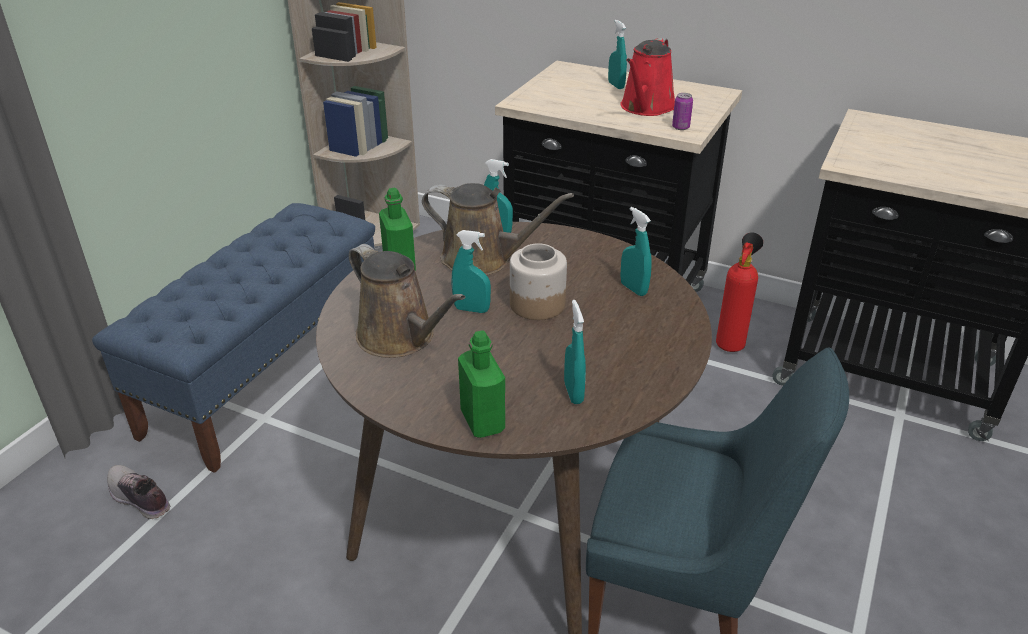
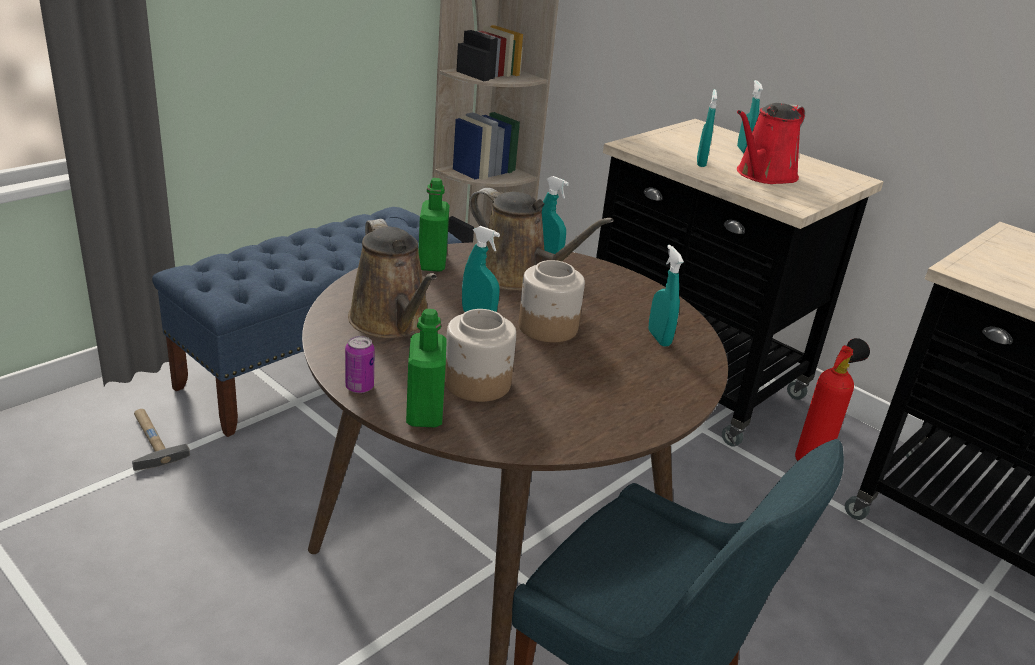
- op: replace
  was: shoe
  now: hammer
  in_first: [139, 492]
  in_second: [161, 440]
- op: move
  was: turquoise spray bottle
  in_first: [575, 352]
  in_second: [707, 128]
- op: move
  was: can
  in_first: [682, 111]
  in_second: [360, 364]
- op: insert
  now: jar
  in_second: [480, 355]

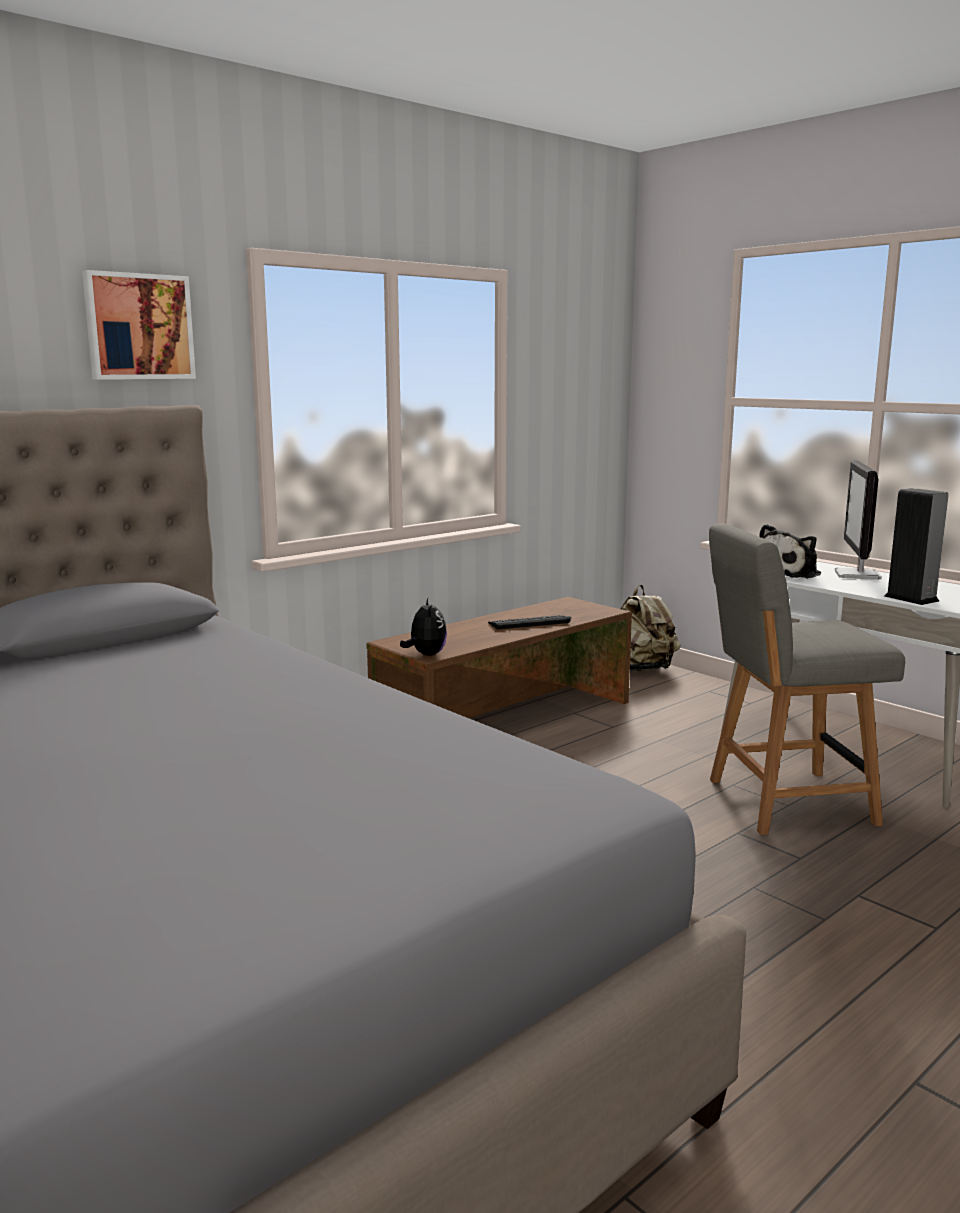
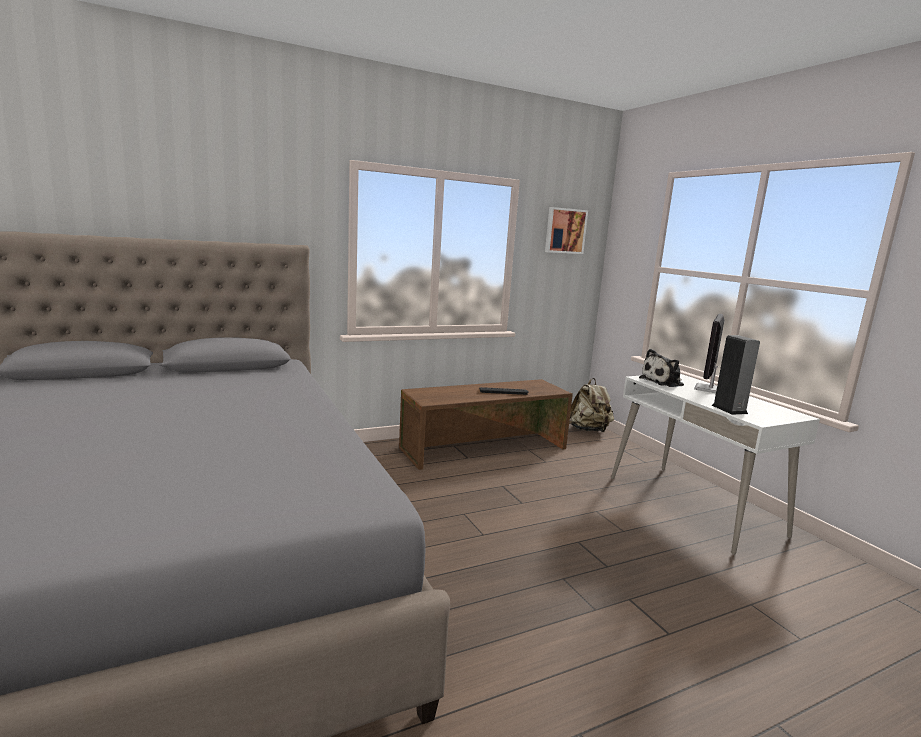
- op: move
  was: picture
  in_first: [139, 325]
  in_second: [566, 230]
- op: delete
  was: plush toy
  in_first: [423, 627]
- op: delete
  was: grey chair
  in_first: [807, 679]

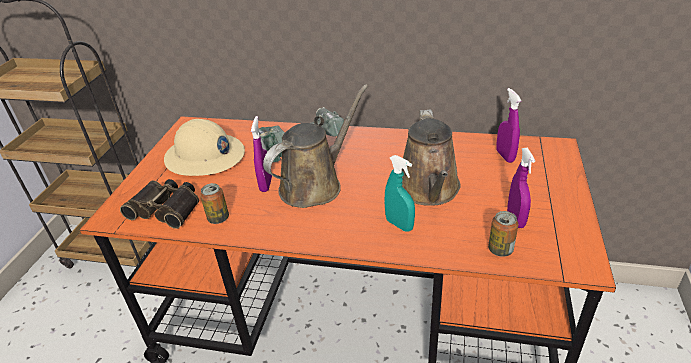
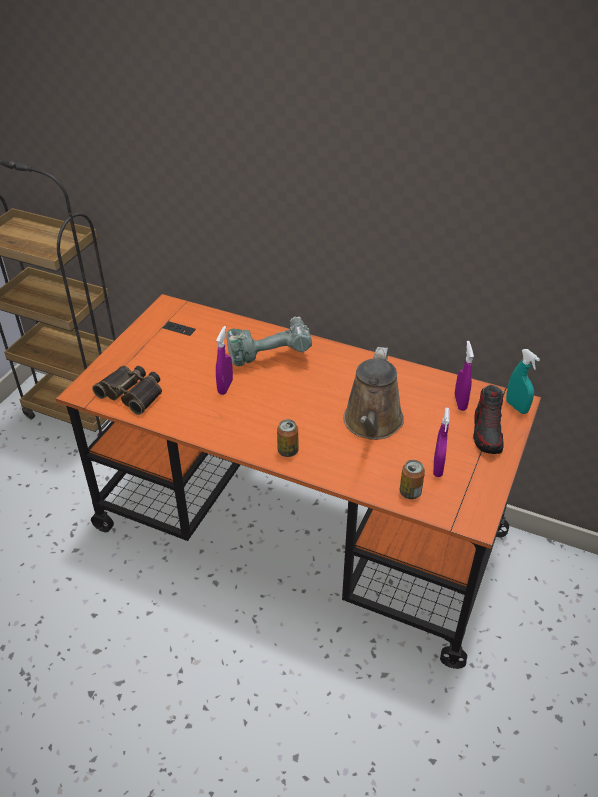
- op: delete
  was: beige hard hat
  in_first: [204, 147]
- op: move
  was: can
  in_first: [214, 203]
  in_second: [287, 438]
- op: delete
  was: brown watering can
  in_first: [315, 146]
- op: move
  was: turquoise spray bottle
  in_first: [399, 193]
  in_second: [523, 381]
- op: insert
  now: shoe
  in_second: [488, 419]

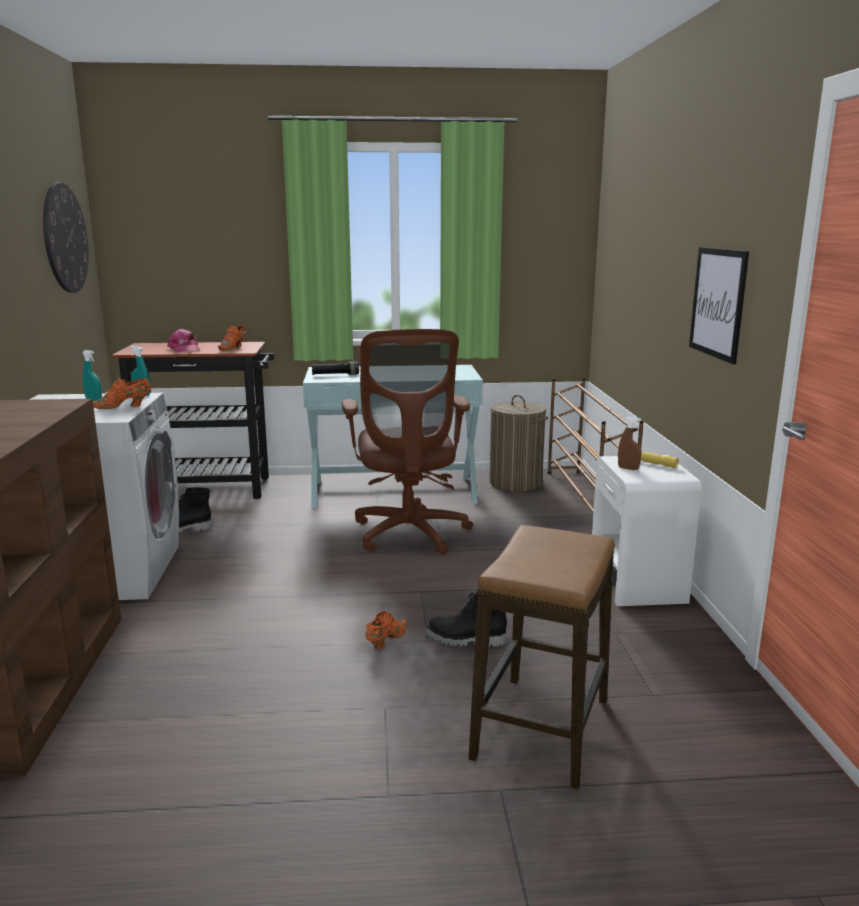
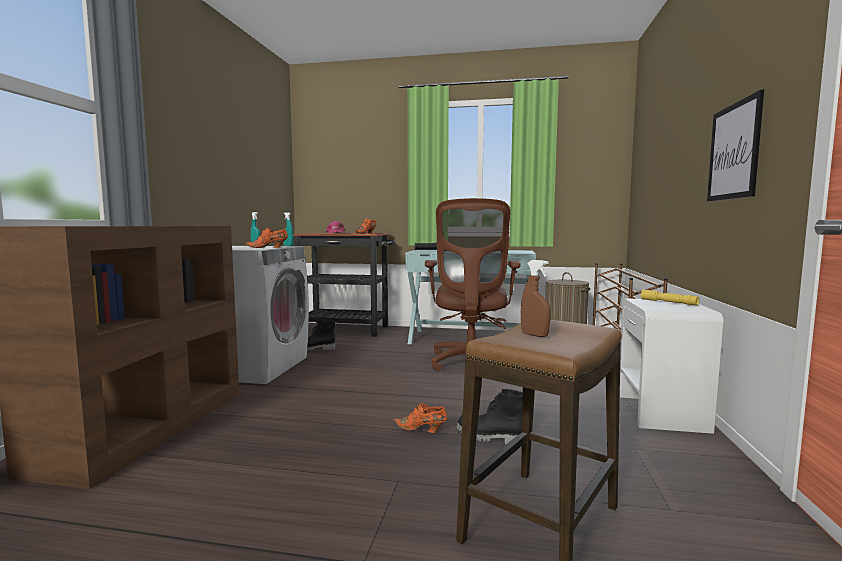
- op: delete
  was: wall clock
  in_first: [66, 237]
- op: rotate
  was: orange shoe
  in_first: [386, 630]
  in_second: [420, 418]
  clockwise: -120
- op: move
  was: brown spray bottle
  in_first: [629, 443]
  in_second: [535, 298]

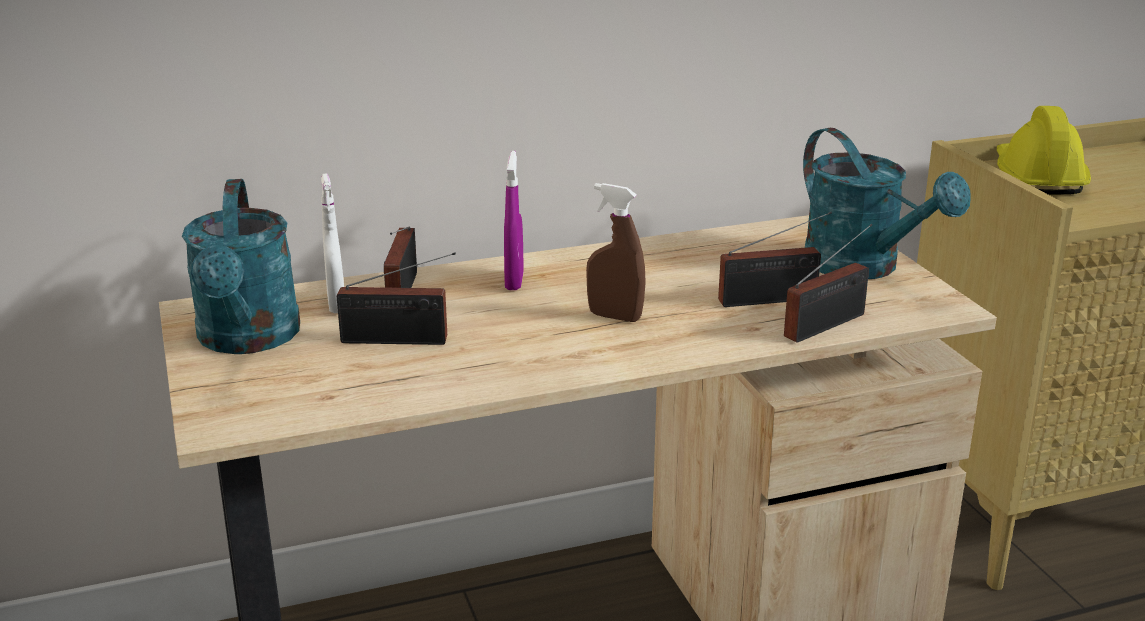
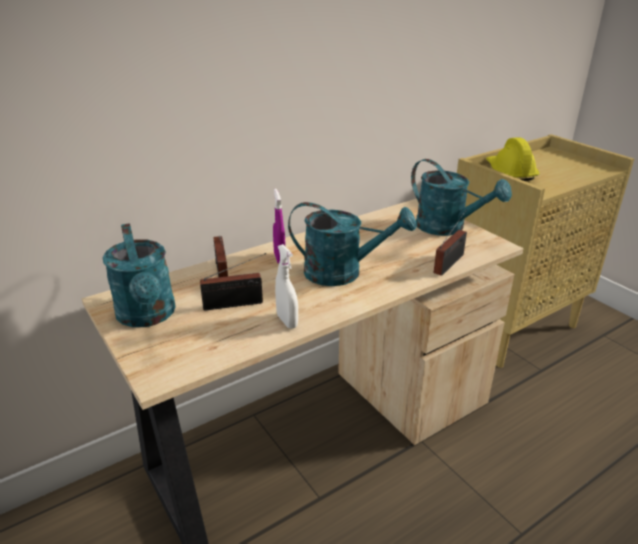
- op: move
  was: white spray bottle
  in_first: [332, 243]
  in_second: [286, 286]
- op: replace
  was: brown spray bottle
  now: turquoise watering can
  in_first: [616, 252]
  in_second: [352, 244]
- op: delete
  was: radio
  in_first: [775, 259]

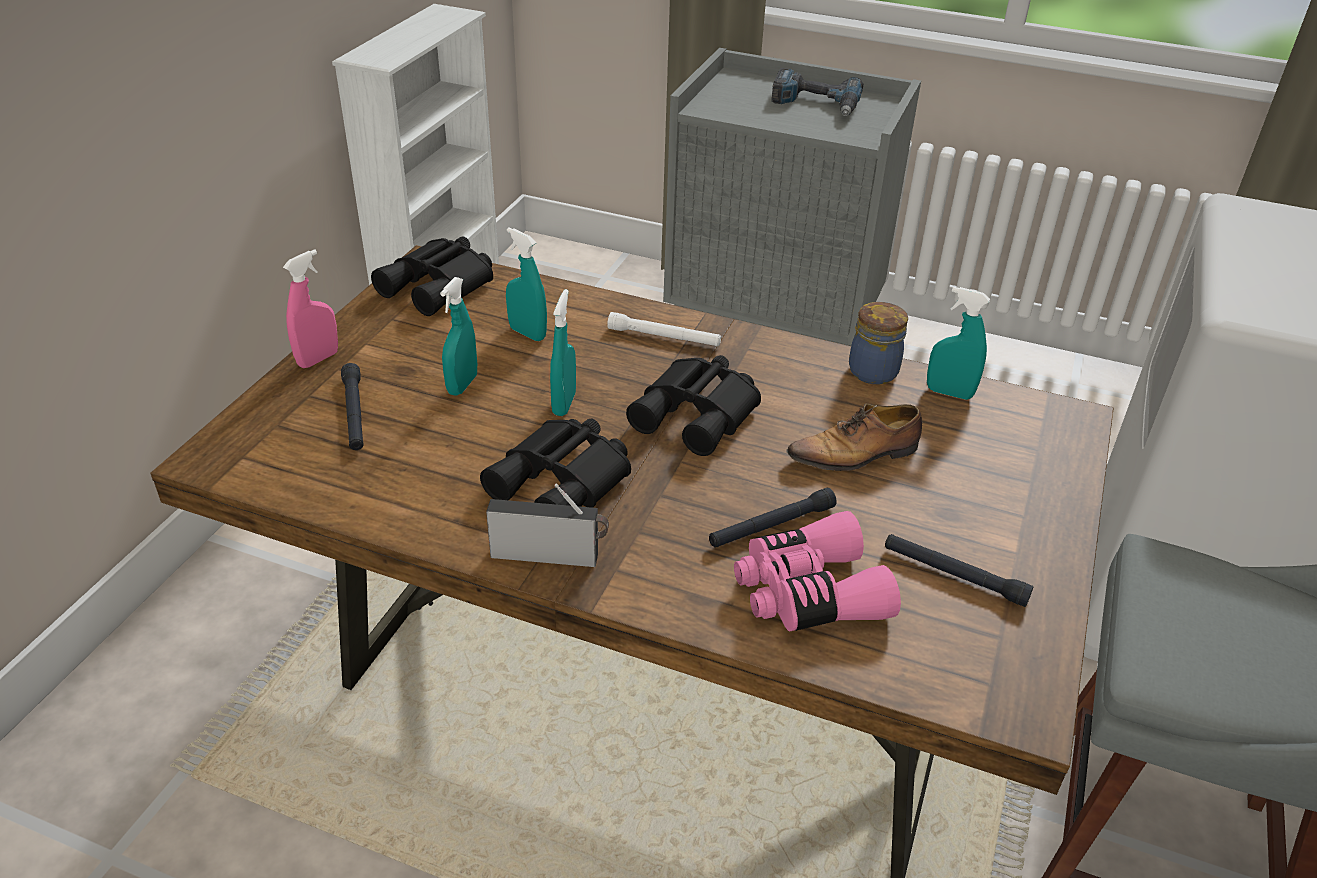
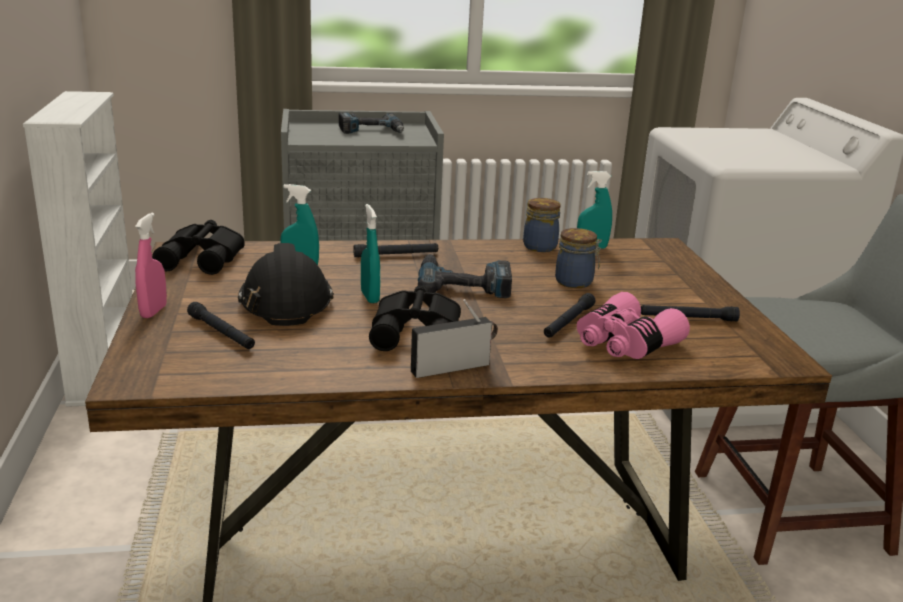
- op: replace
  was: turquoise spray bottle
  now: black hard hat
  in_first: [458, 336]
  in_second: [286, 284]
- op: recolor
  was: white flashlight
  now: black flashlight
  in_first: [664, 329]
  in_second: [395, 250]
- op: replace
  was: black binoculars
  now: power drill
  in_first: [693, 405]
  in_second: [465, 276]
- op: replace
  was: shoe
  now: jar
  in_first: [854, 437]
  in_second: [578, 258]

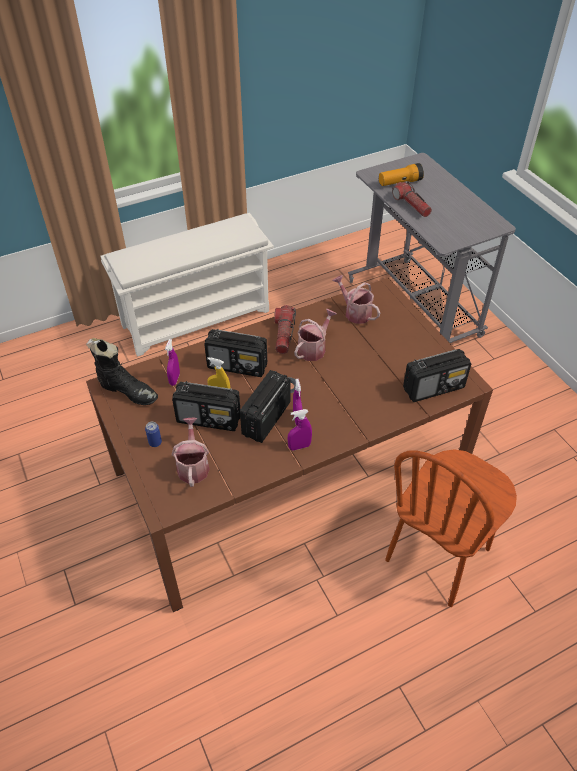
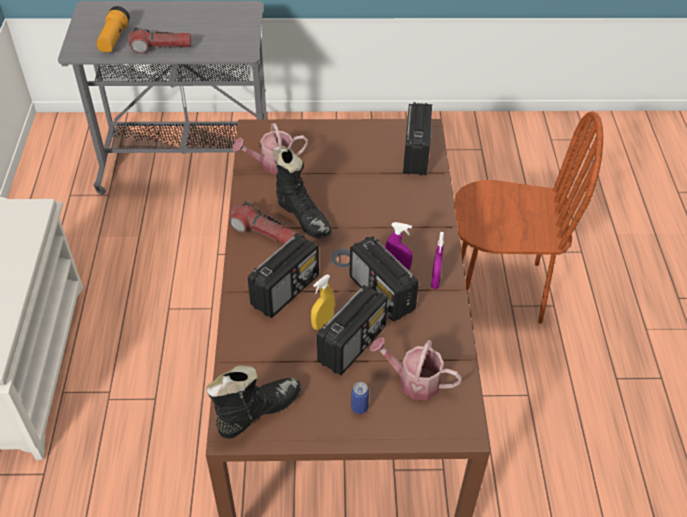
- op: delete
  was: purple spray bottle
  in_first: [172, 362]
- op: replace
  was: watering can
  now: black boot
  in_first: [315, 335]
  in_second: [302, 191]
- op: rotate
  was: brown chair
  in_first: [451, 528]
  in_second: [528, 217]
  clockwise: -60

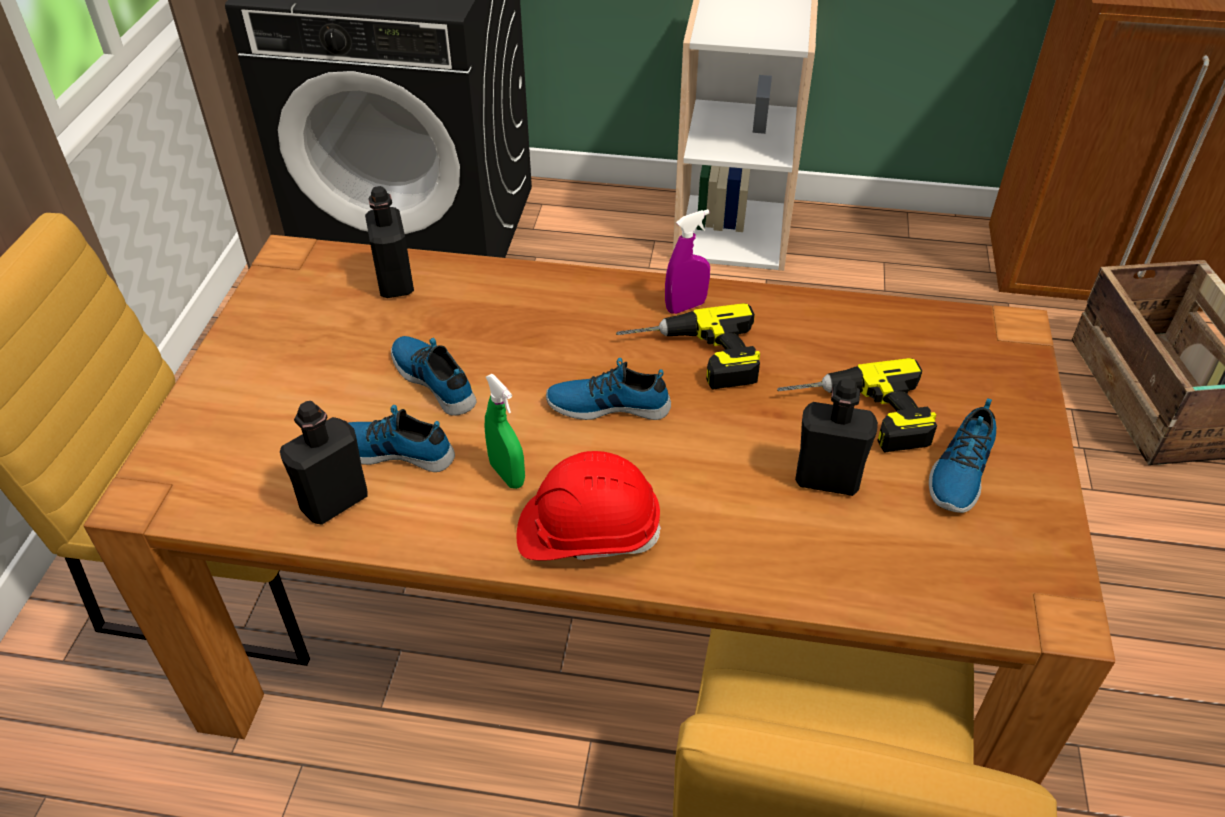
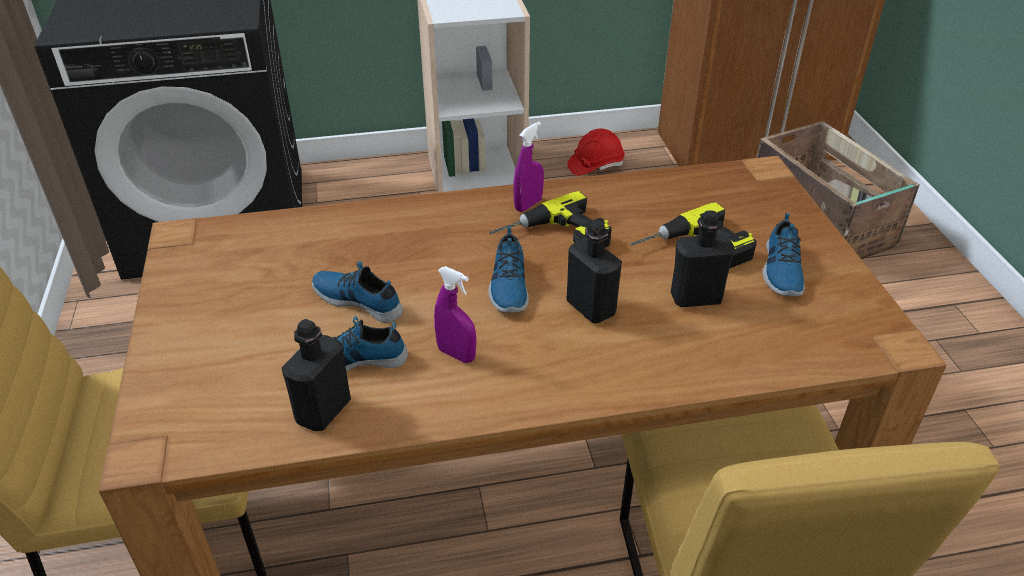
- op: move
  was: black bottle
  in_first: [389, 242]
  in_second: [594, 271]
- op: recolor
  was: green spray bottle
  now: purple spray bottle
  in_first: [505, 431]
  in_second: [455, 314]
- op: move
  was: red hard hat
  in_first: [589, 506]
  in_second: [596, 152]
- op: rotate
  was: shoe
  in_first: [608, 389]
  in_second: [508, 269]
  clockwise: -75

